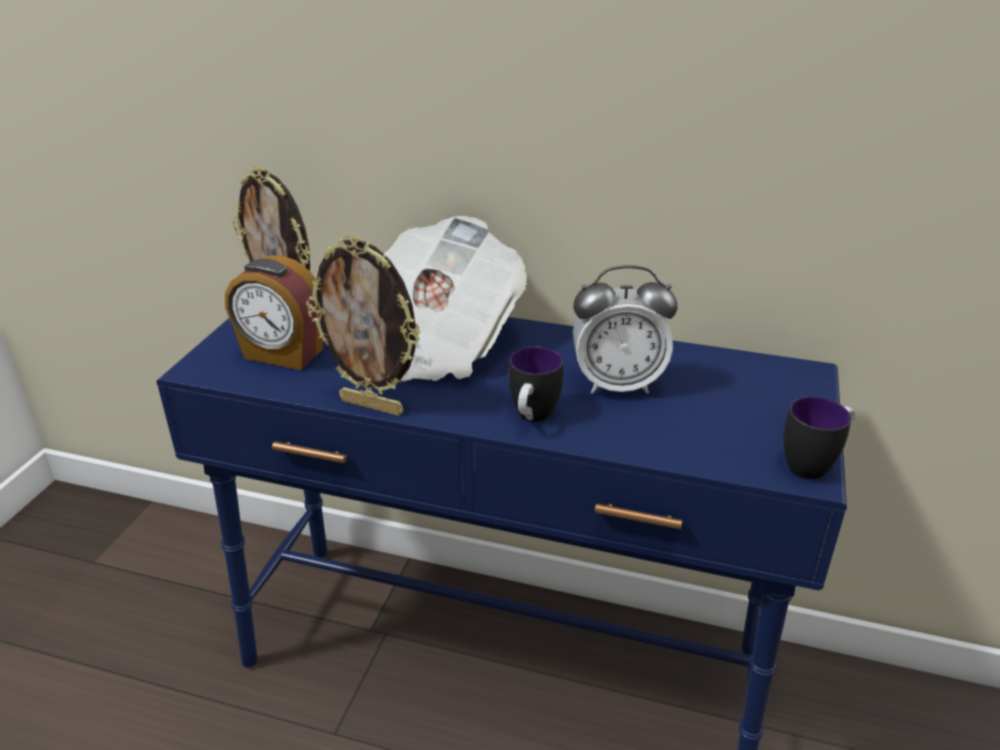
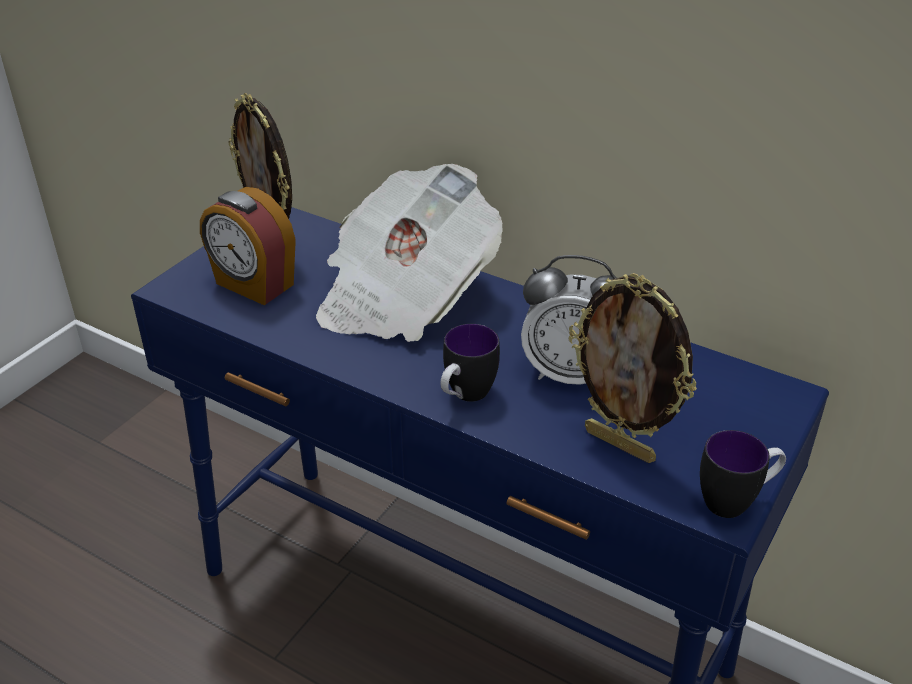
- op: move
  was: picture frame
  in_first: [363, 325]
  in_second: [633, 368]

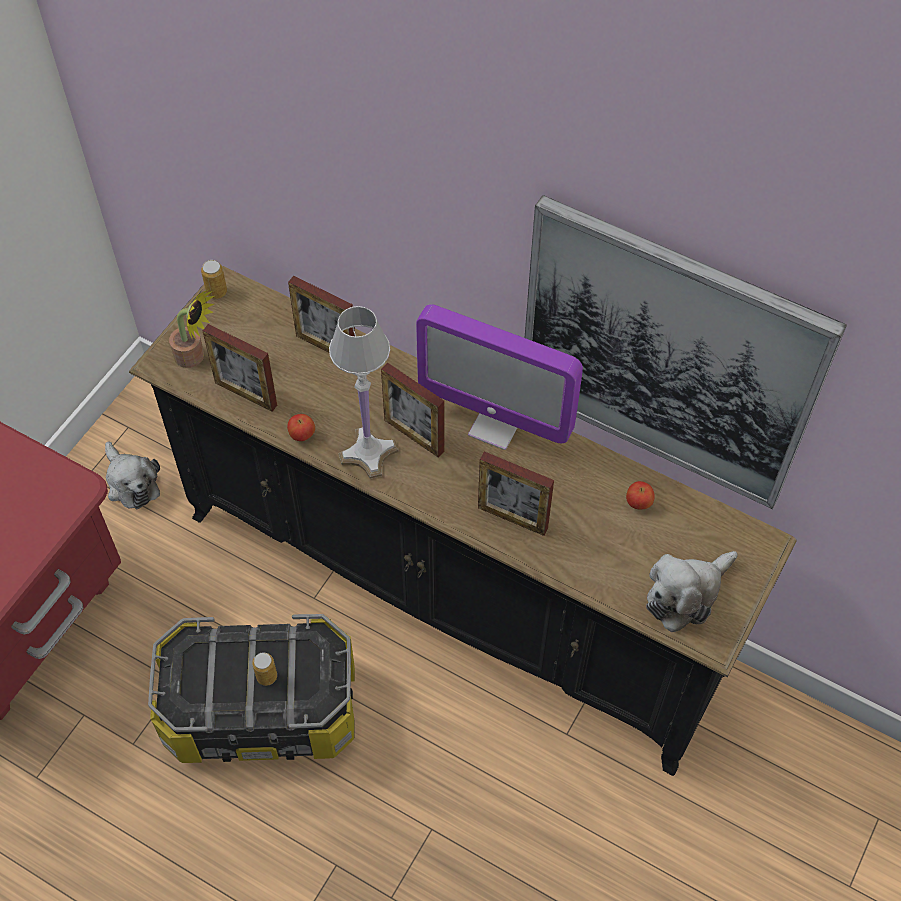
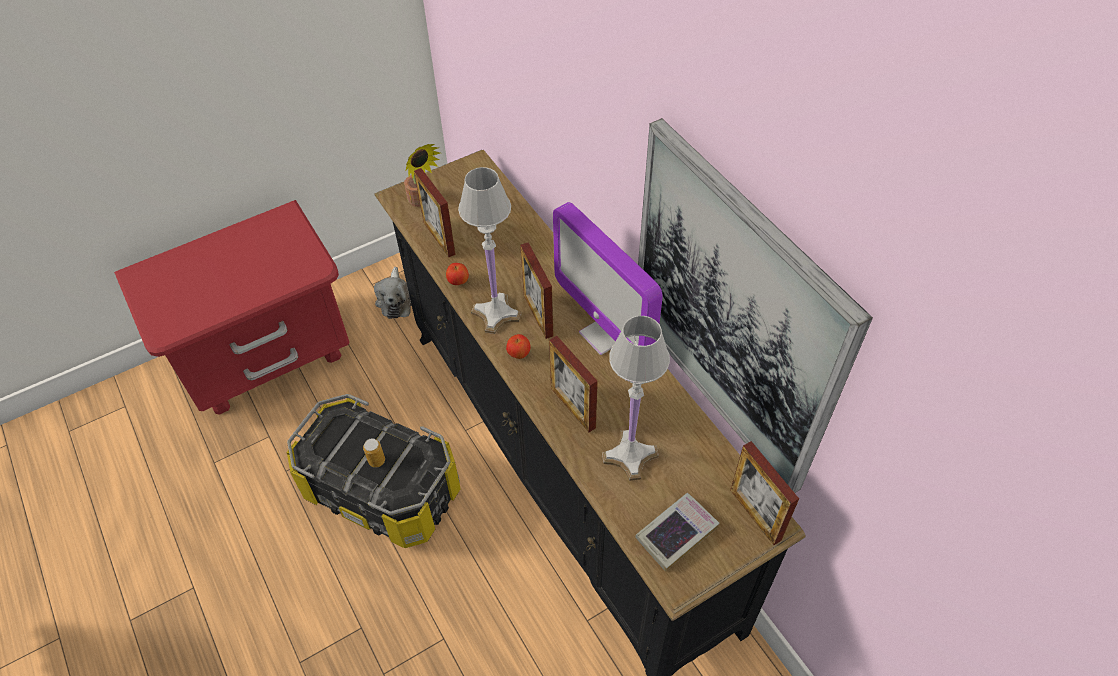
- op: delete
  was: can
  in_first: [214, 279]
- op: move
  was: picture frame
  in_first: [321, 314]
  in_second: [764, 493]
- op: move
  was: apple
  in_first: [640, 495]
  in_second: [518, 346]
- op: replace
  was: plush toy
  now: book
  in_first: [692, 591]
  in_second: [677, 532]
- op: insert
  now: white table lamp
  in_second: [636, 398]

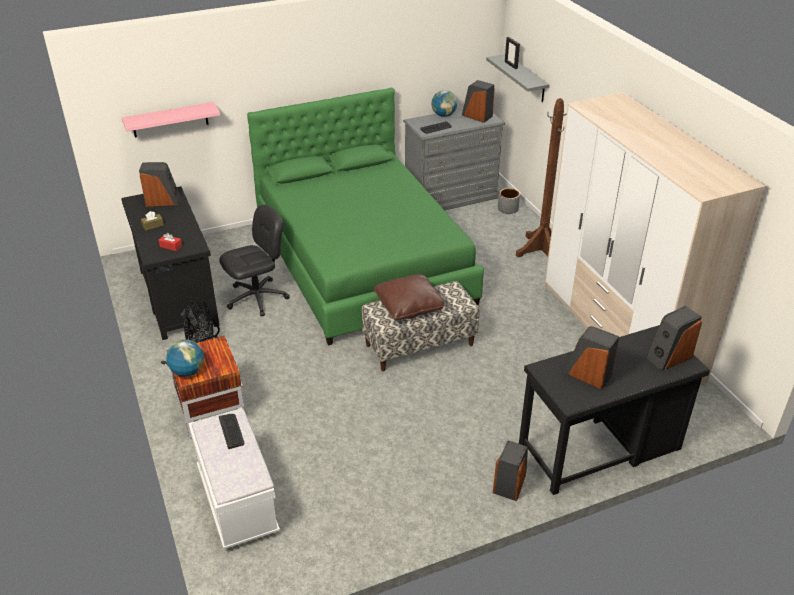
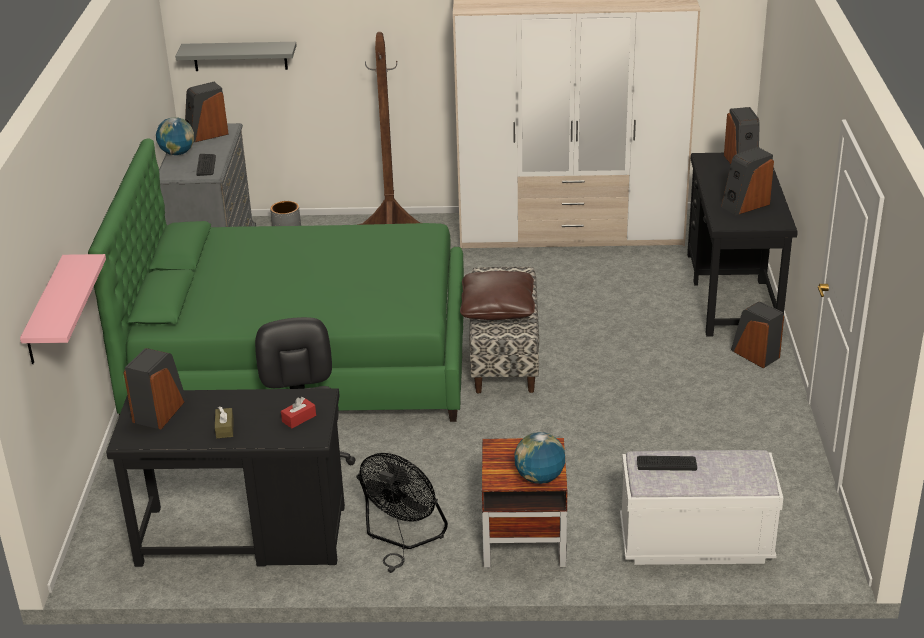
- op: delete
  was: picture frame
  in_first: [512, 53]

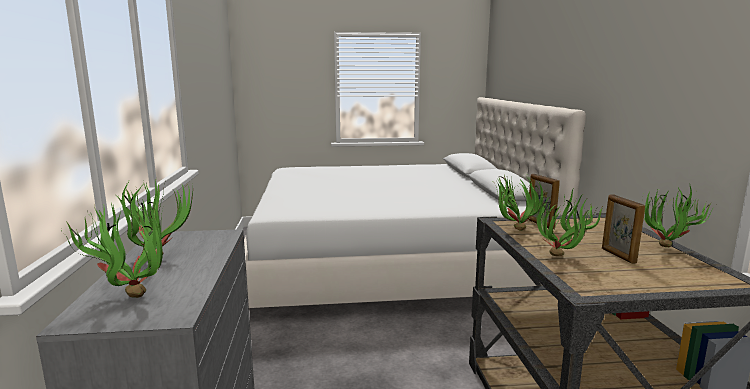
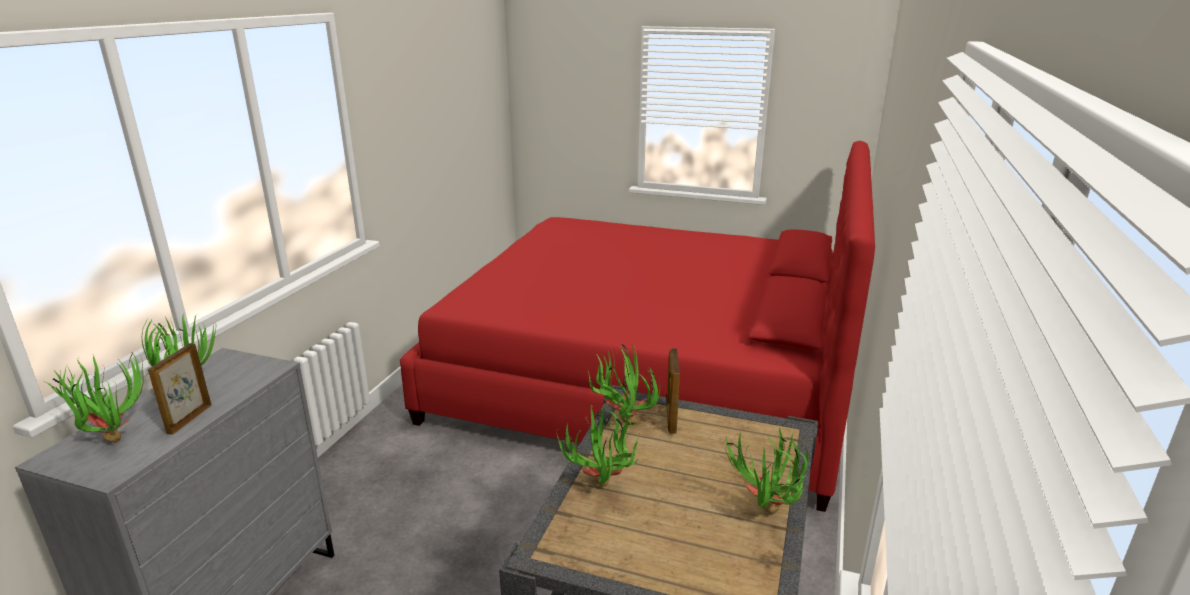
- op: recolor
  was: white bed
  now: red bed
  in_first: [415, 202]
  in_second: [637, 326]
- op: move
  was: picture frame
  in_first: [623, 229]
  in_second: [180, 389]

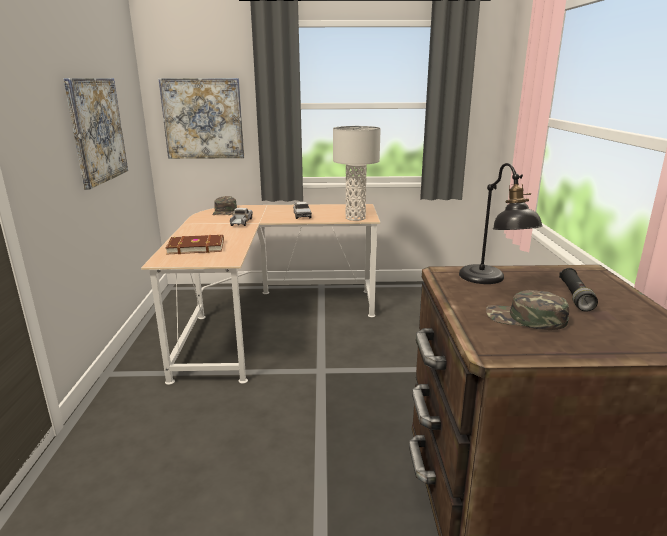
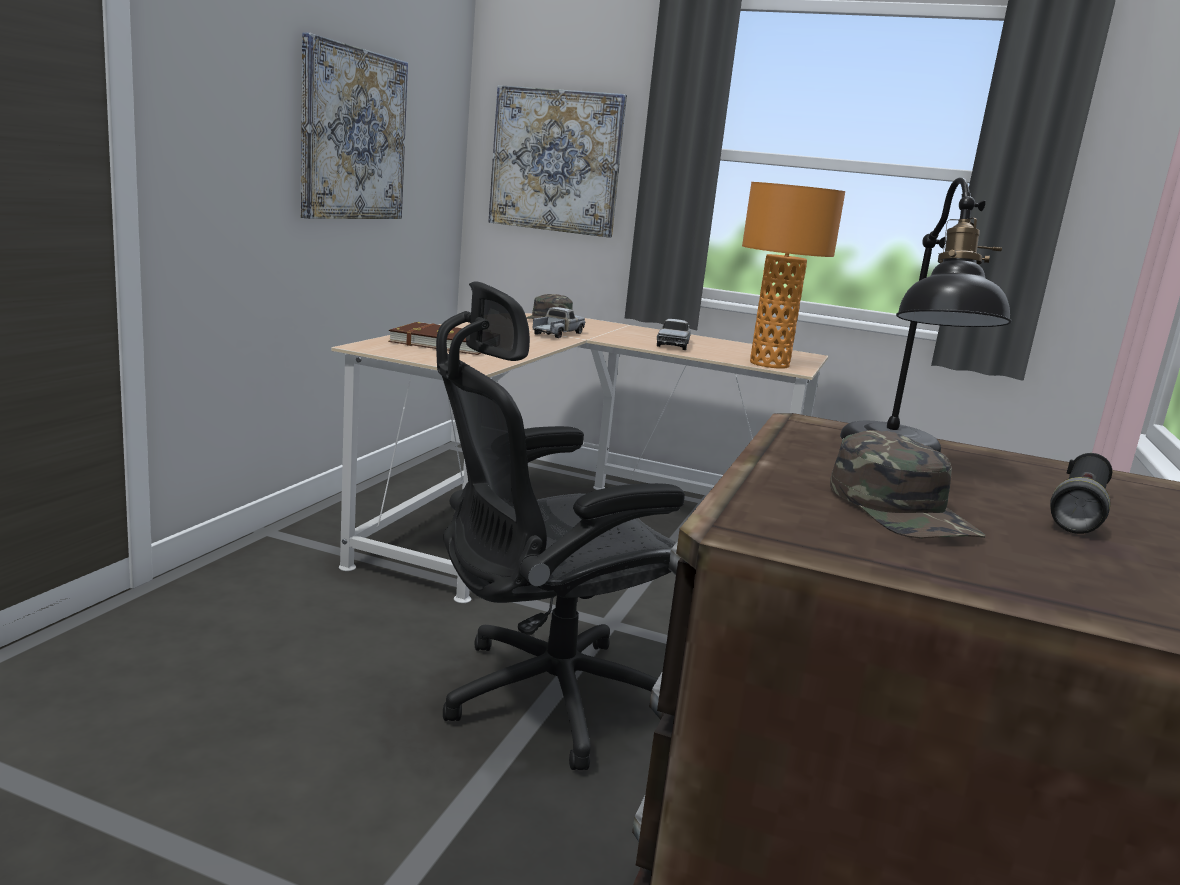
- op: recolor
  was: white table lamp
  now: orange table lamp
  in_first: [357, 173]
  in_second: [793, 275]
- op: rotate
  was: green cap
  in_first: [527, 310]
  in_second: [907, 484]
  clockwise: -150
- op: insert
  now: office chair
  in_second: [560, 525]

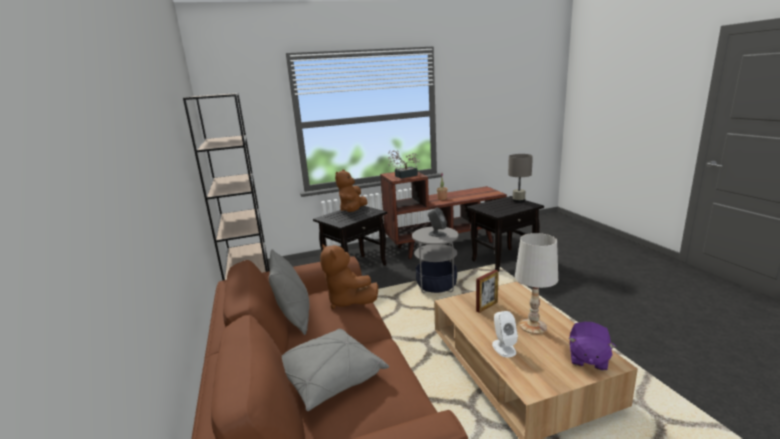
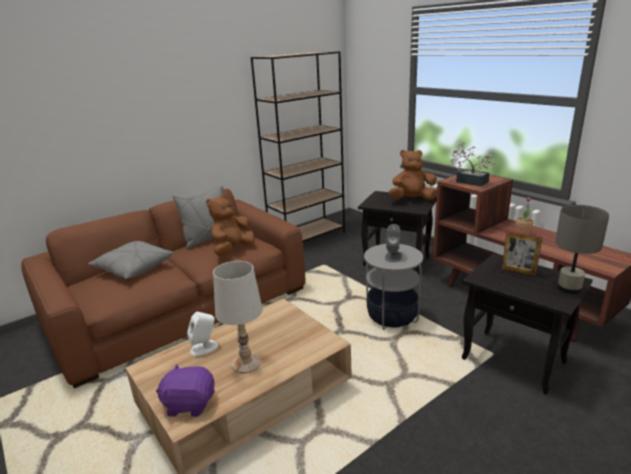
- op: move
  was: picture frame
  in_first: [487, 291]
  in_second: [522, 253]

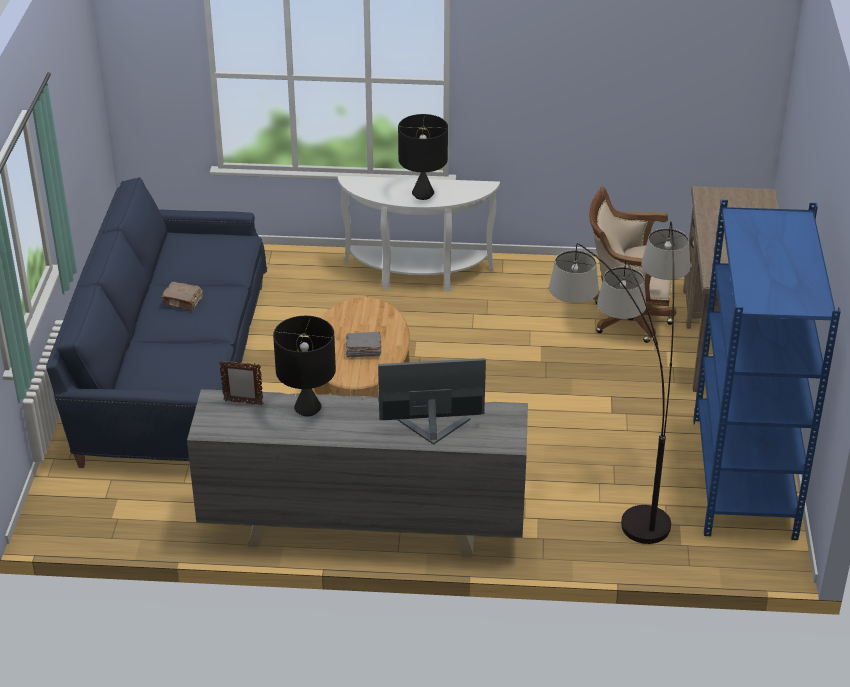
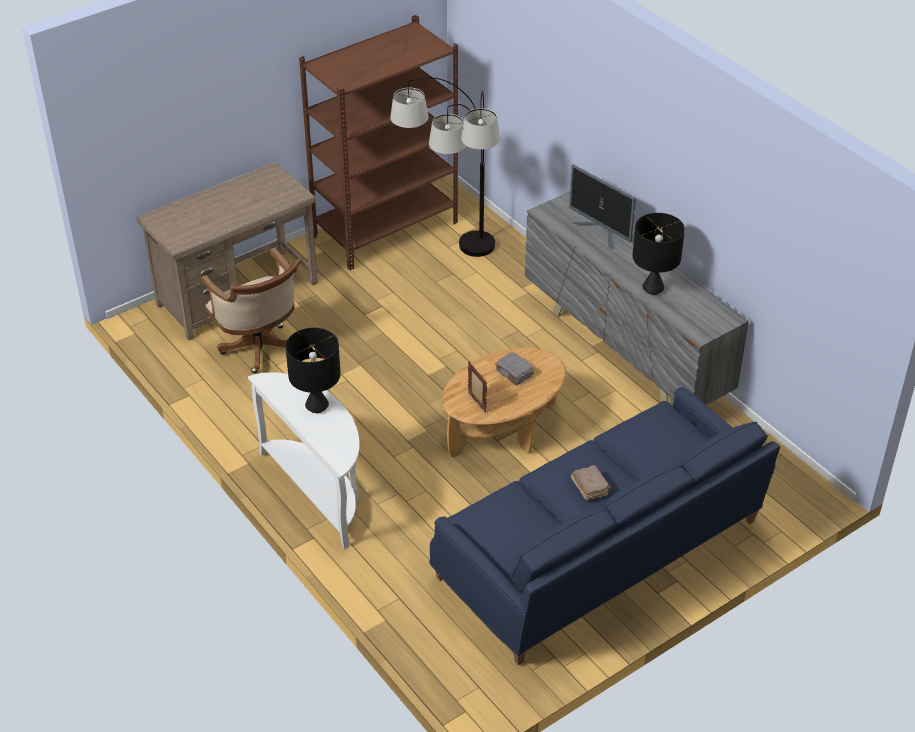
- op: move
  was: picture frame
  in_first: [241, 383]
  in_second: [477, 386]
- op: recolor
  was: blue bookcase
  now: brown bookcase
  in_first: [767, 370]
  in_second: [378, 142]

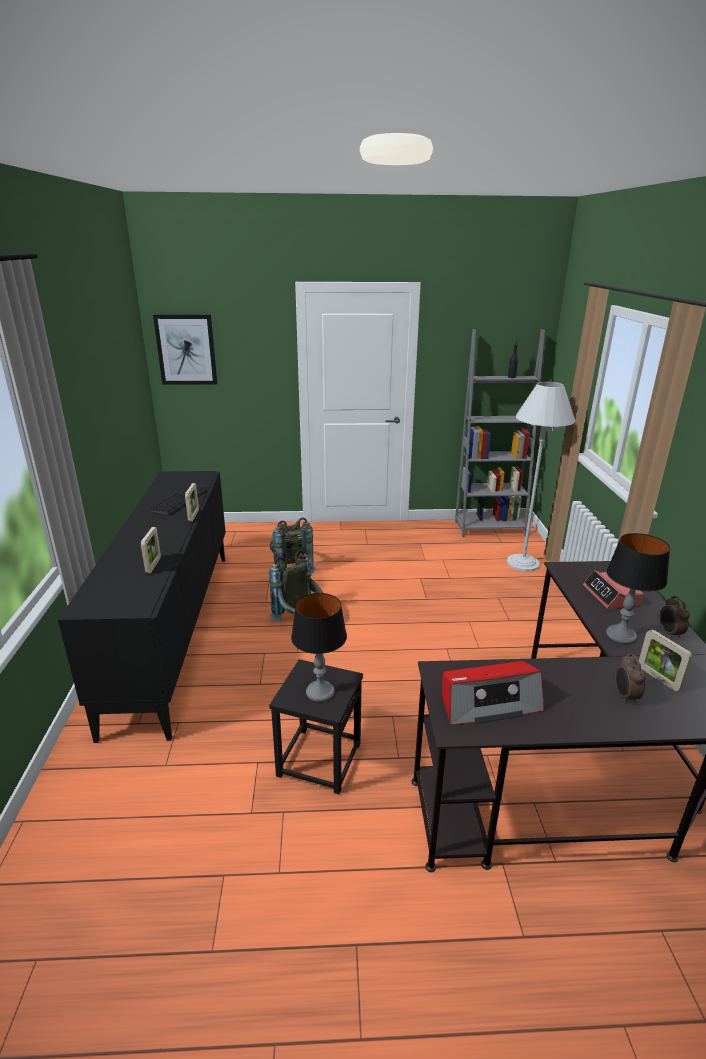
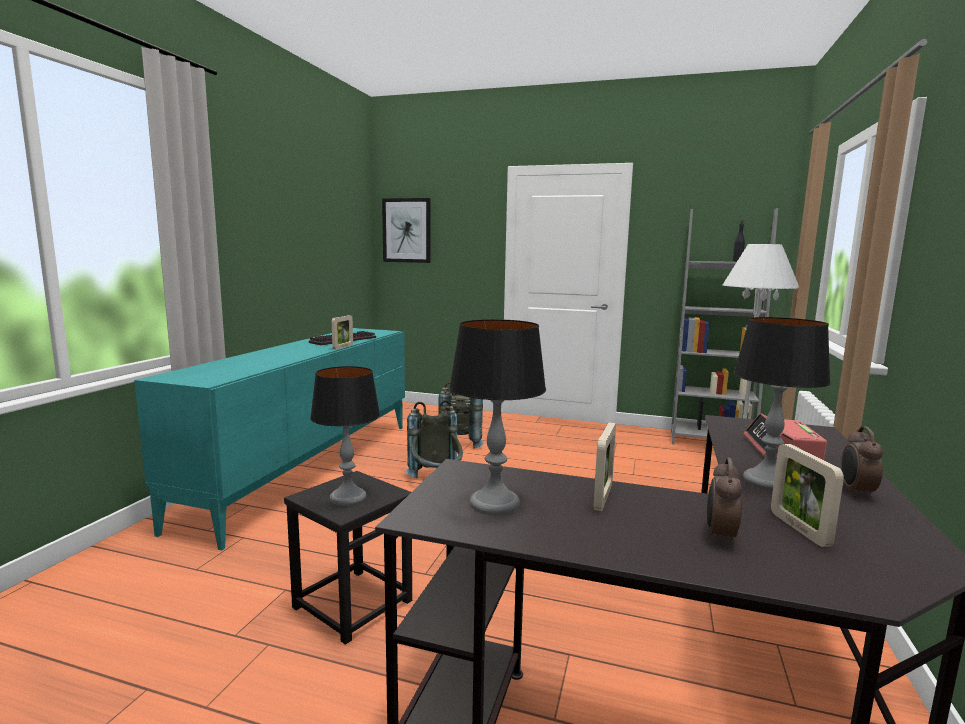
- op: recolor
  was: black cabinet
  now: turquoise cabinet
  in_first: [142, 607]
  in_second: [269, 439]
- op: move
  was: picture frame
  in_first: [151, 550]
  in_second: [604, 466]
- op: replace
  was: radio
  now: table lamp
  in_first: [493, 693]
  in_second: [497, 417]

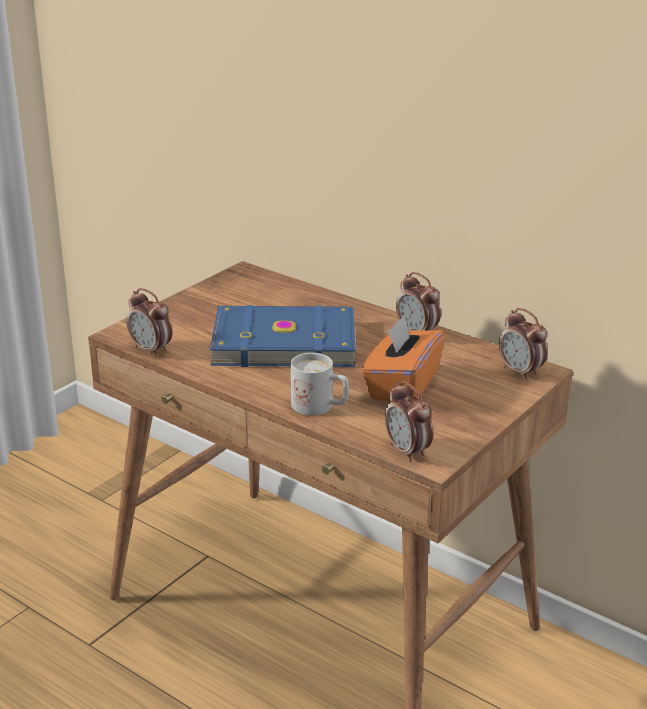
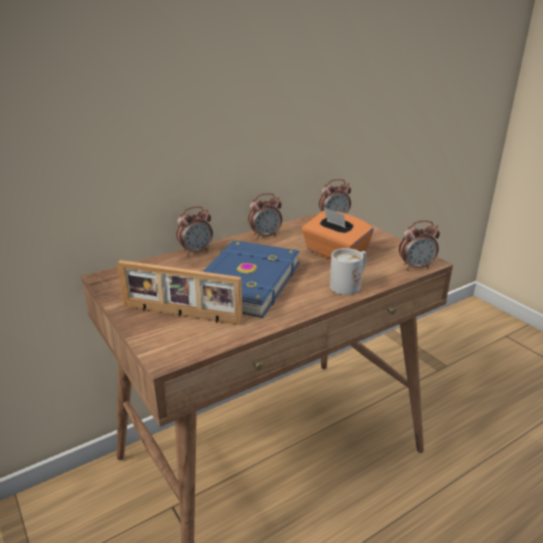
- op: move
  was: alarm clock
  in_first: [149, 322]
  in_second: [194, 231]
- op: insert
  now: picture frame
  in_second: [180, 292]

